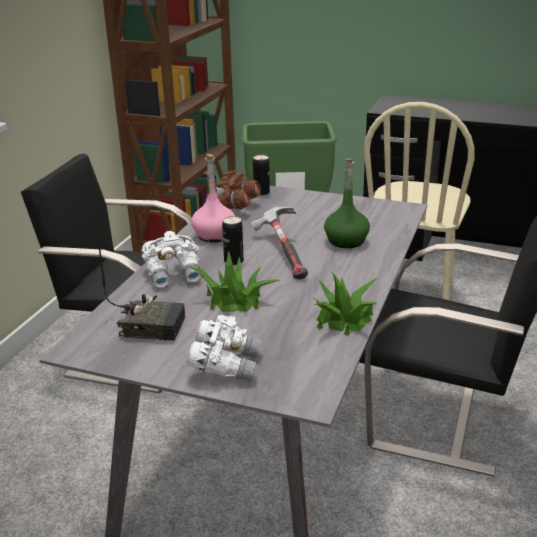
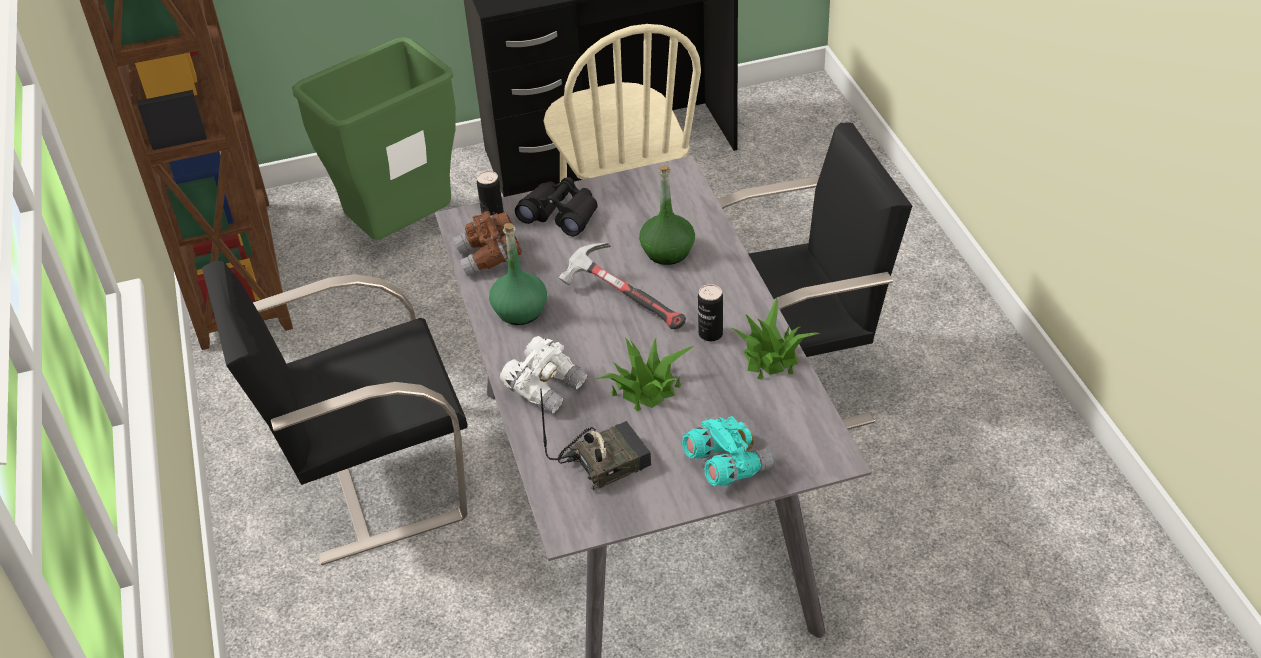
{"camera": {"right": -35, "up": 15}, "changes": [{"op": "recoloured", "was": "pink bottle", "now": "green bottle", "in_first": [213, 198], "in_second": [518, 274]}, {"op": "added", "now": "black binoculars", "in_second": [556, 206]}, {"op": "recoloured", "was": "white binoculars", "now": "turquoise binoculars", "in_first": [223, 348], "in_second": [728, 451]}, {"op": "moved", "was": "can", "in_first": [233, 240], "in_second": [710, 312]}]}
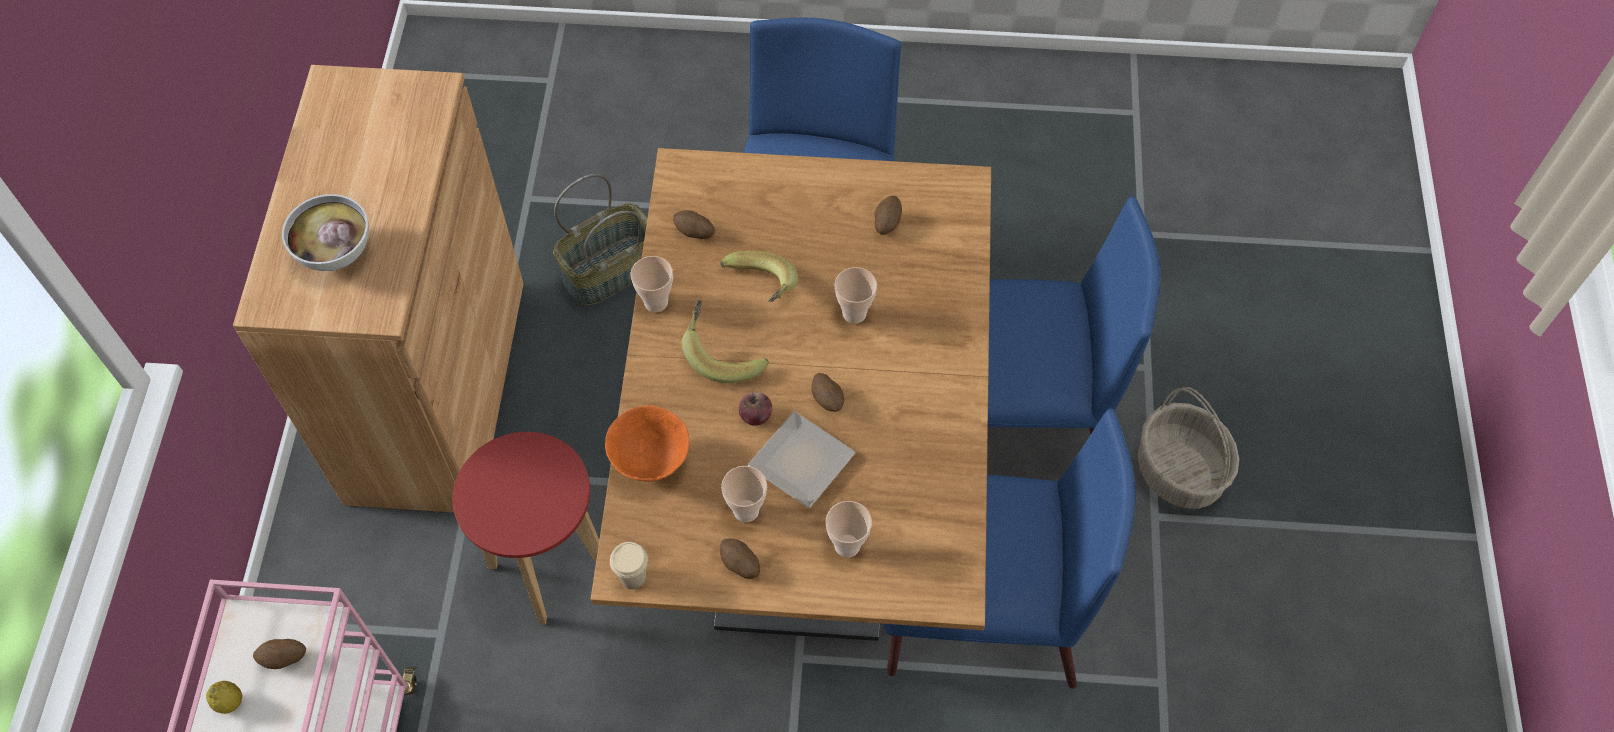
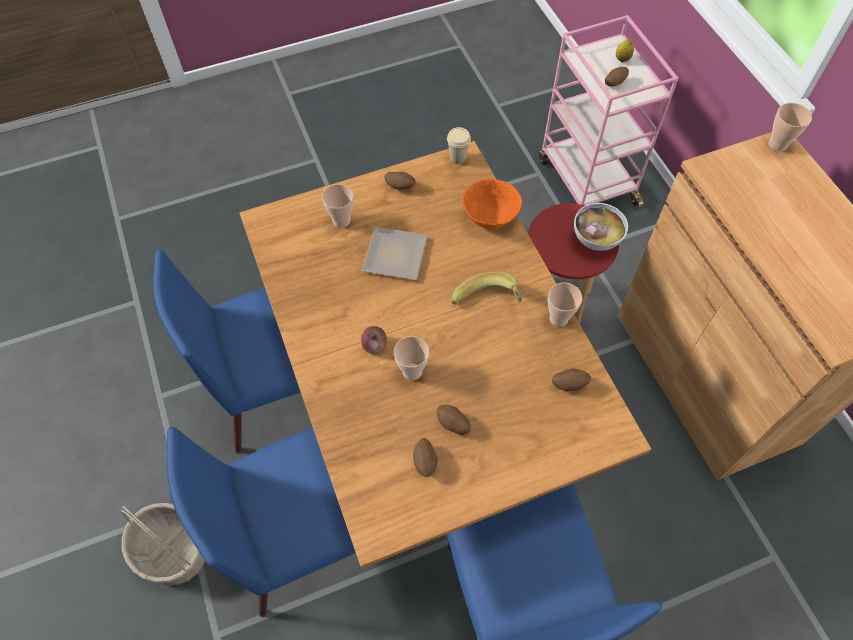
{"camera": {"right": 155, "up": 0}, "changes": [{"op": "moved", "was": "apple", "in_first": [755, 409], "in_second": [374, 340]}, {"op": "moved", "was": "potato", "in_first": [827, 392], "in_second": [454, 419]}, {"op": "moved", "was": "bowl", "in_first": [325, 232], "in_second": [601, 227]}, {"op": "moved", "was": "cup", "in_first": [744, 494], "in_second": [790, 127]}, {"op": "removed", "was": "basket", "in_first": [600, 240]}, {"op": "removed", "was": "banana", "in_first": [759, 276]}]}
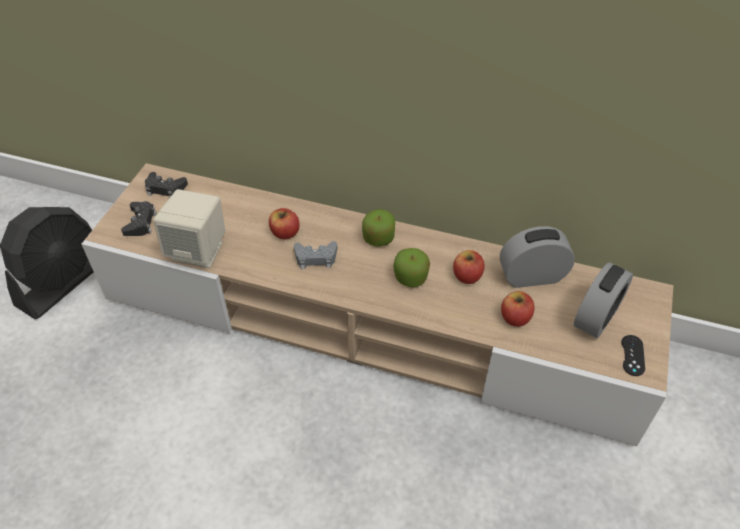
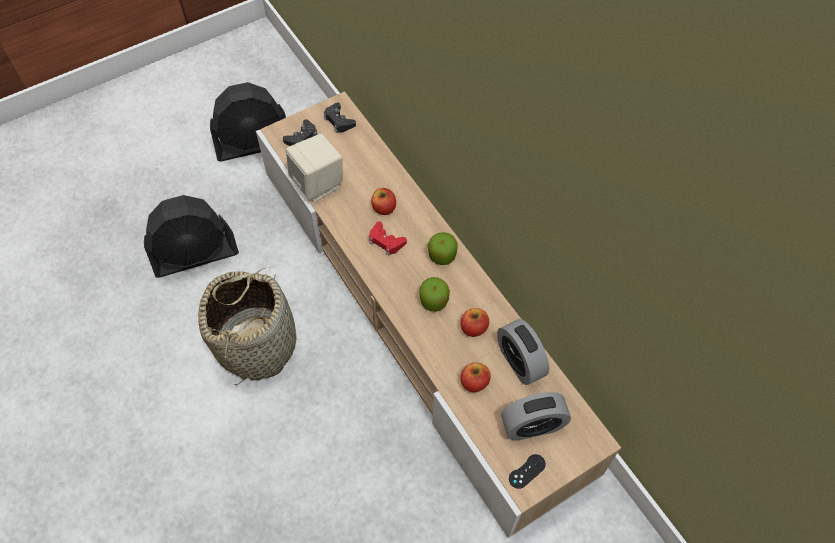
{"camera": {"right": 40, "up": 10}, "changes": [{"op": "added", "now": "black fan", "in_second": [191, 236]}, {"op": "added", "now": "basket", "in_second": [247, 326]}, {"op": "recoloured", "was": "grey game controller", "now": "red game controller", "in_first": [315, 255], "in_second": [388, 238]}, {"op": "turned", "was": "alarm clock", "in_first": [537, 257], "in_second": [523, 352], "clockwise": -150}]}
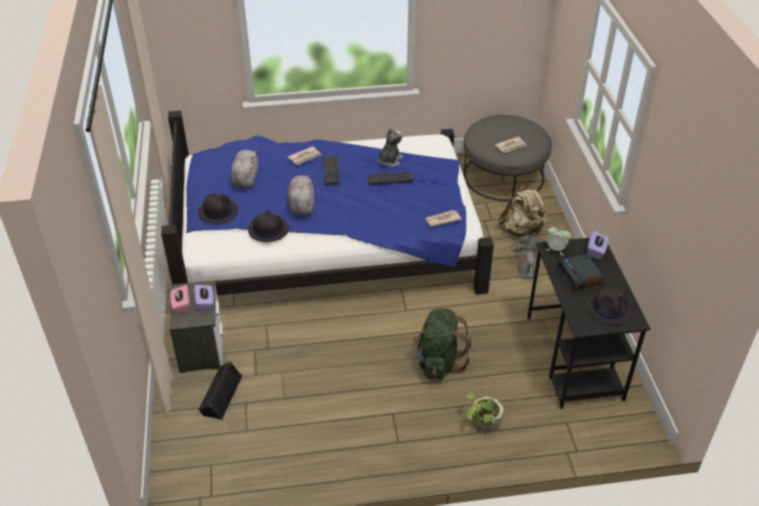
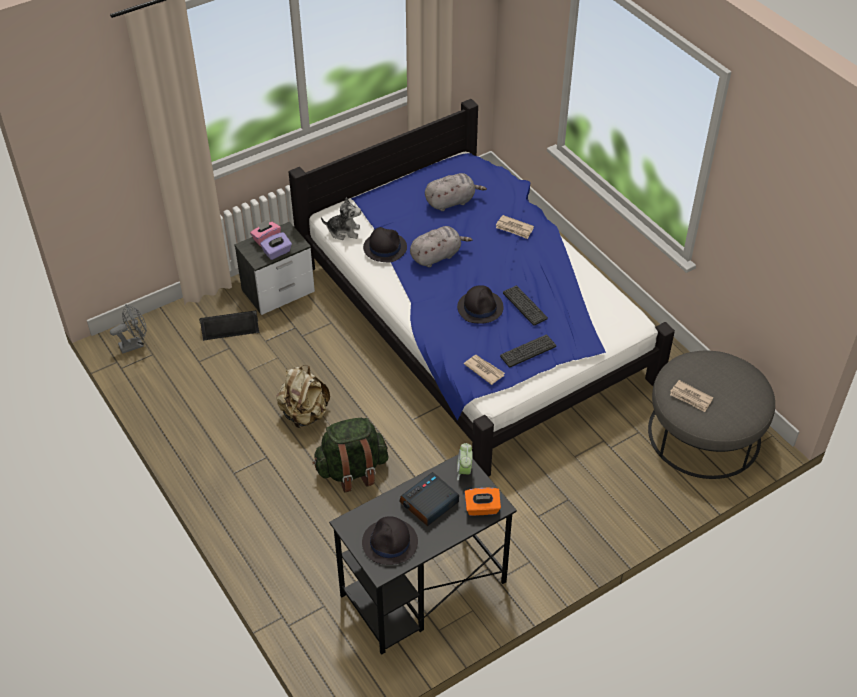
{"camera": {"right": 65, "up": 5}, "changes": [{"op": "moved", "was": "grey fan", "in_first": [528, 257], "in_second": [128, 329]}, {"op": "moved", "was": "beige backpack", "in_first": [523, 210], "in_second": [303, 396]}, {"op": "moved", "was": "plush toy", "in_first": [390, 147], "in_second": [341, 218]}, {"op": "moved", "was": "black hat", "in_first": [218, 208], "in_second": [480, 304]}, {"op": "recoloured", "was": "purple tissue box", "now": "orange tissue box", "in_first": [598, 245], "in_second": [482, 502]}, {"op": "moved", "was": "keyboard", "in_first": [331, 170], "in_second": [528, 351]}, {"op": "removed", "was": "potted plant", "in_first": [485, 410]}]}
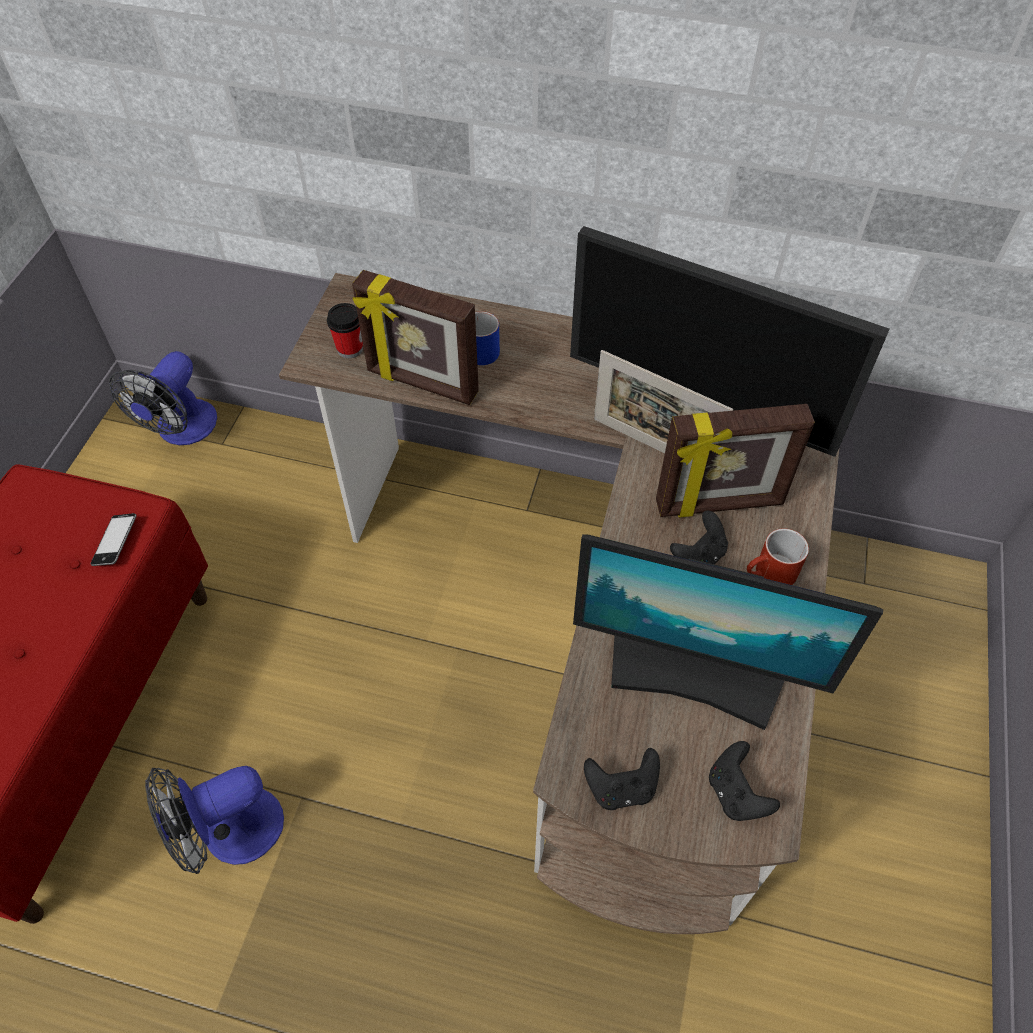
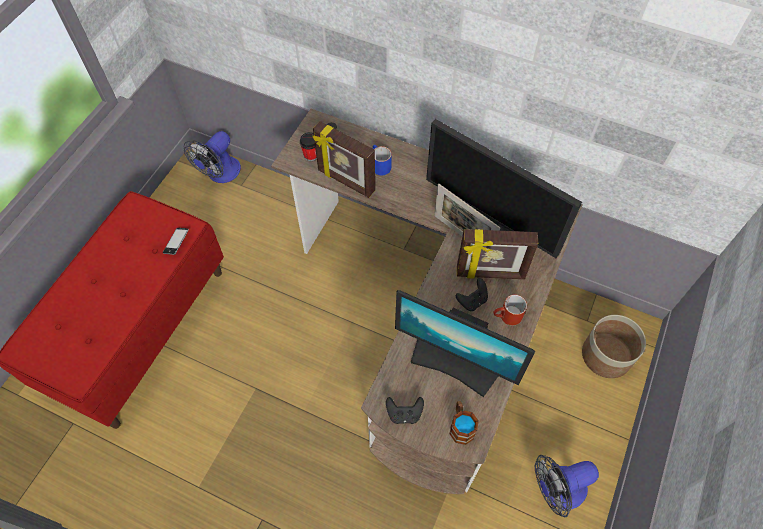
{"camera": {"right": 10, "up": 5}, "changes": [{"op": "replaced", "was": "black game controller", "now": "mug", "in_first": [744, 781], "in_second": [464, 423]}, {"op": "moved", "was": "fan", "in_first": [214, 820], "in_second": [567, 486]}, {"op": "added", "now": "planter", "in_second": [614, 346]}]}
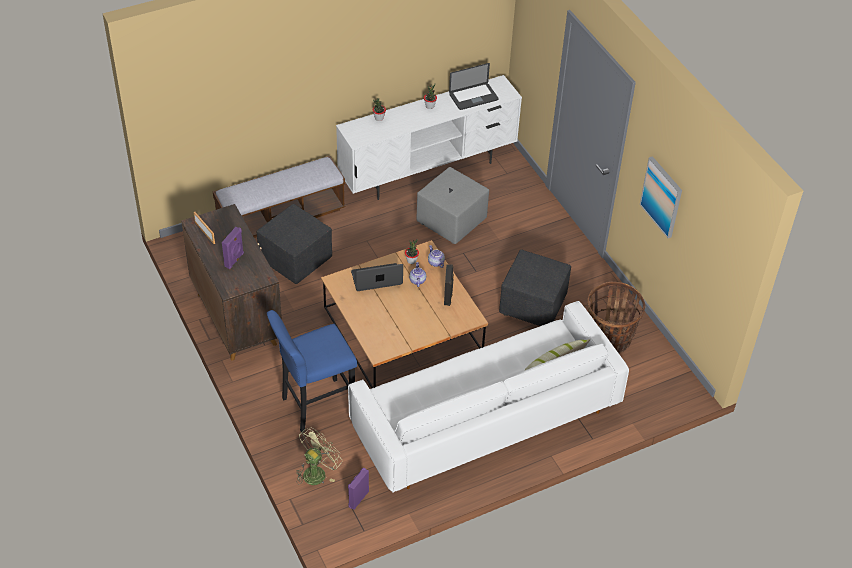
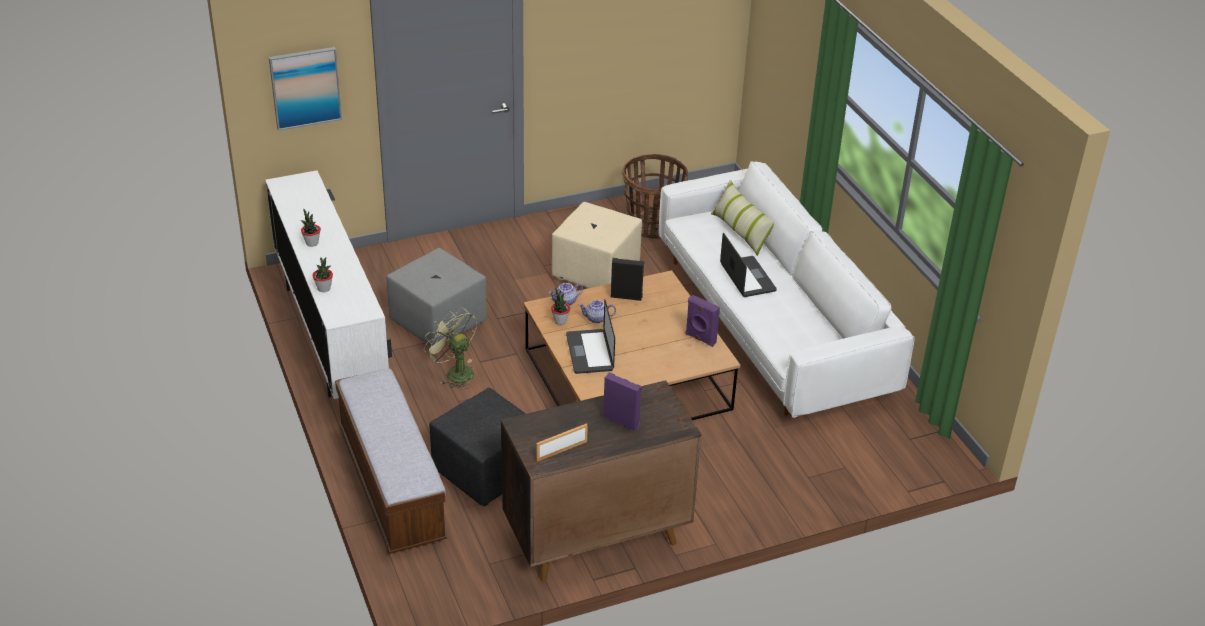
{"camera": {"right": -85, "up": -10}, "changes": [{"op": "moved", "was": "picture", "in_first": [661, 197], "in_second": [305, 89]}, {"op": "moved", "was": "green fan", "in_first": [319, 456], "in_second": [450, 348]}, {"op": "recoloured", "was": "black ottoman", "now": "beige ottoman", "in_first": [535, 287], "in_second": [597, 245]}, {"op": "moved", "was": "purple speaker", "in_first": [358, 489], "in_second": [702, 321]}, {"op": "moved", "was": "laptop", "in_first": [474, 86], "in_second": [748, 264]}, {"op": "removed", "was": "blue stool", "in_first": [312, 371]}]}
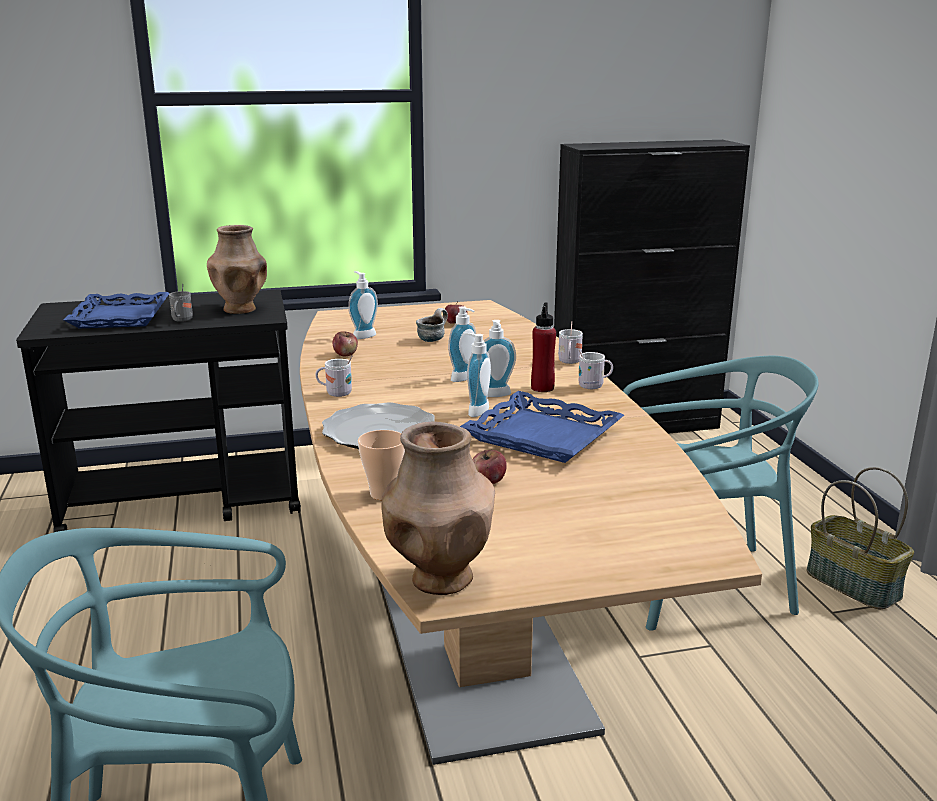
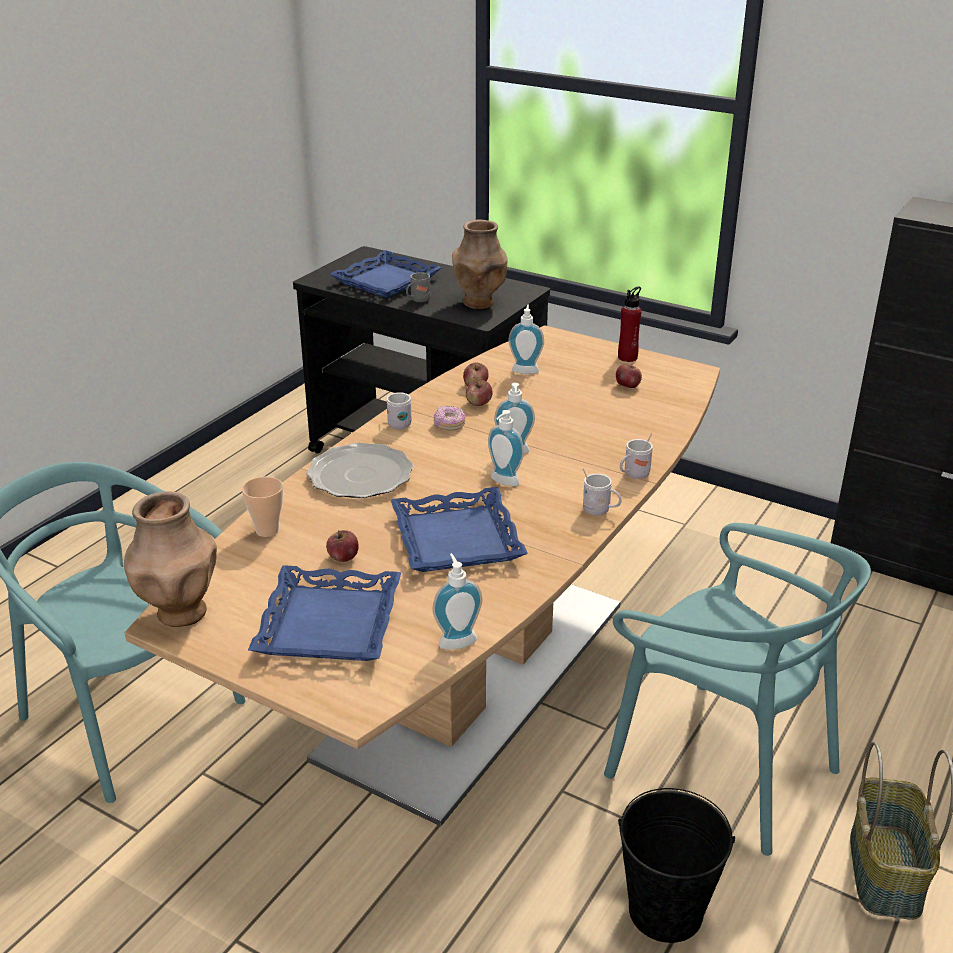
{"camera": {"right": 45, "up": 10}, "changes": [{"op": "added", "now": "blue tray", "in_second": [324, 613]}, {"op": "moved", "was": "soap dispenser", "in_first": [477, 375], "in_second": [457, 601]}, {"op": "added", "now": "donut", "in_second": [450, 418]}, {"op": "added", "now": "apple", "in_second": [479, 393]}, {"op": "moved", "was": "red bottle", "in_first": [543, 347], "in_second": [629, 324]}, {"op": "added", "now": "black bucket", "in_second": [676, 865]}, {"op": "removed", "was": "mug", "in_first": [432, 325]}]}
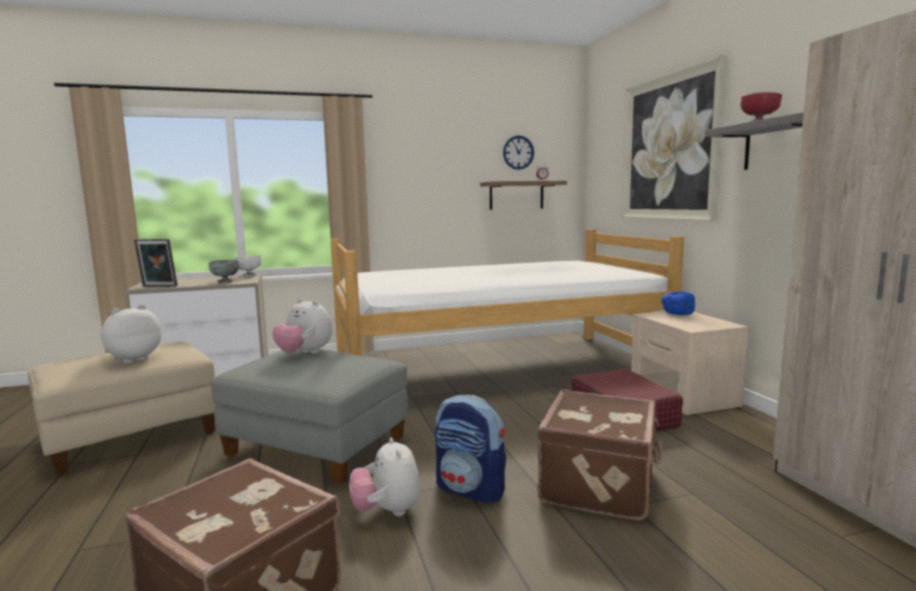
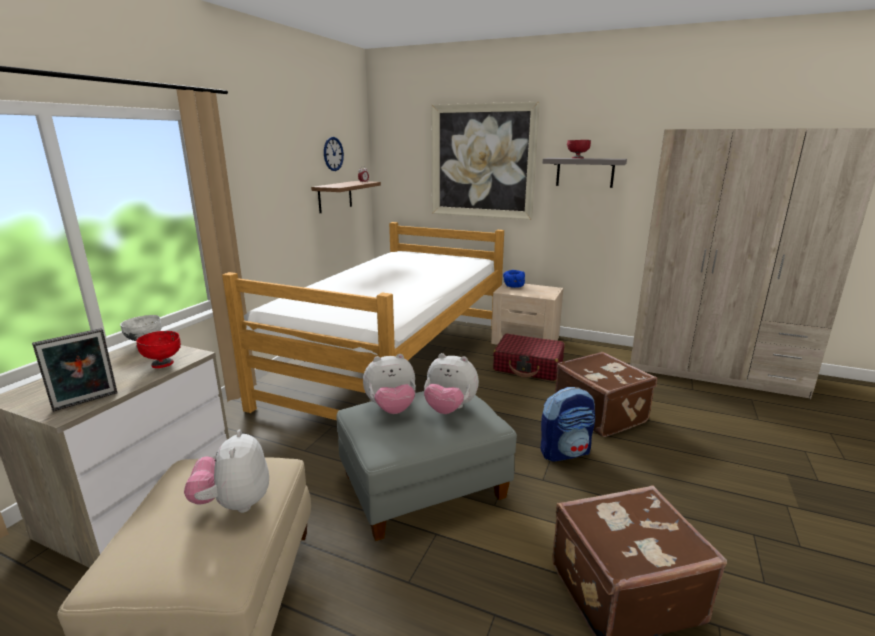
{"camera": {"right": -50, "up": 10}, "changes": [{"op": "recoloured", "was": "grey bowl", "now": "red bowl", "in_first": [224, 271], "in_second": [158, 349]}, {"op": "moved", "was": "plush toy", "in_first": [385, 476], "in_second": [451, 383]}]}
